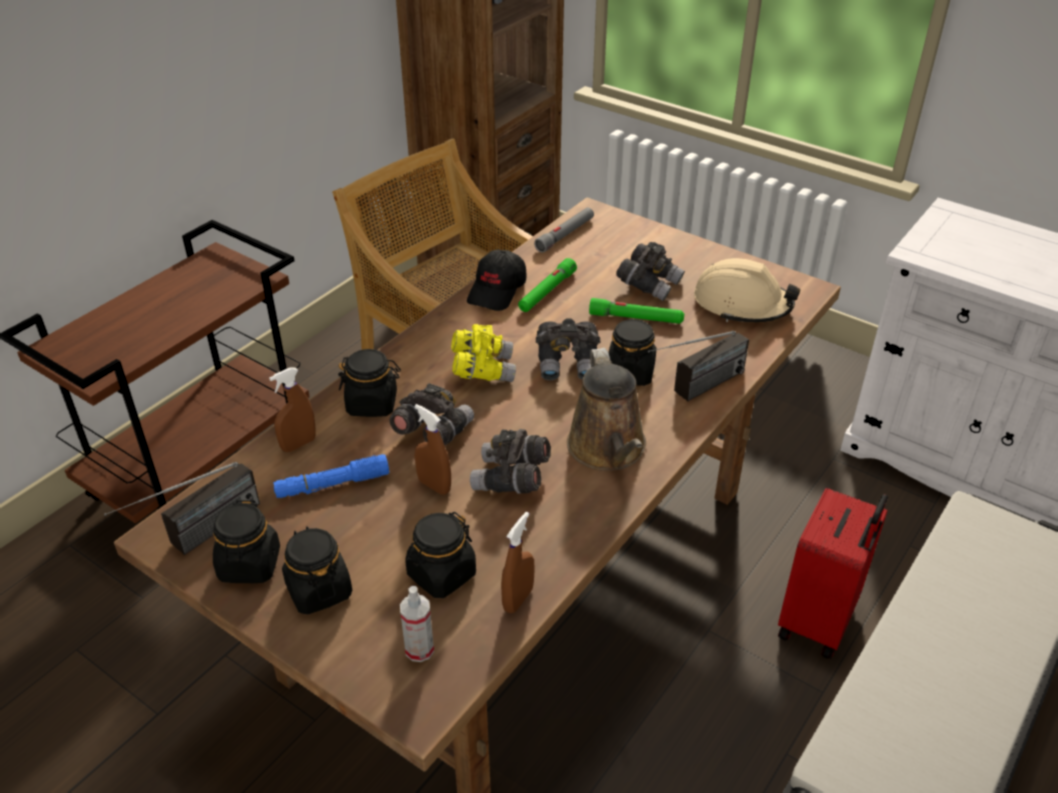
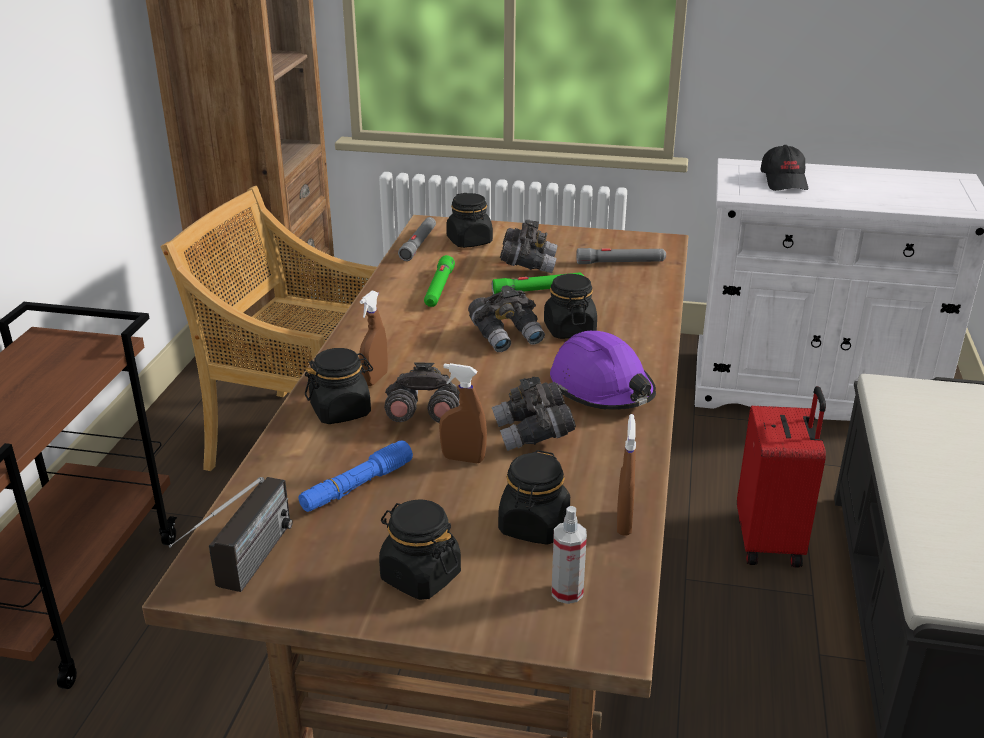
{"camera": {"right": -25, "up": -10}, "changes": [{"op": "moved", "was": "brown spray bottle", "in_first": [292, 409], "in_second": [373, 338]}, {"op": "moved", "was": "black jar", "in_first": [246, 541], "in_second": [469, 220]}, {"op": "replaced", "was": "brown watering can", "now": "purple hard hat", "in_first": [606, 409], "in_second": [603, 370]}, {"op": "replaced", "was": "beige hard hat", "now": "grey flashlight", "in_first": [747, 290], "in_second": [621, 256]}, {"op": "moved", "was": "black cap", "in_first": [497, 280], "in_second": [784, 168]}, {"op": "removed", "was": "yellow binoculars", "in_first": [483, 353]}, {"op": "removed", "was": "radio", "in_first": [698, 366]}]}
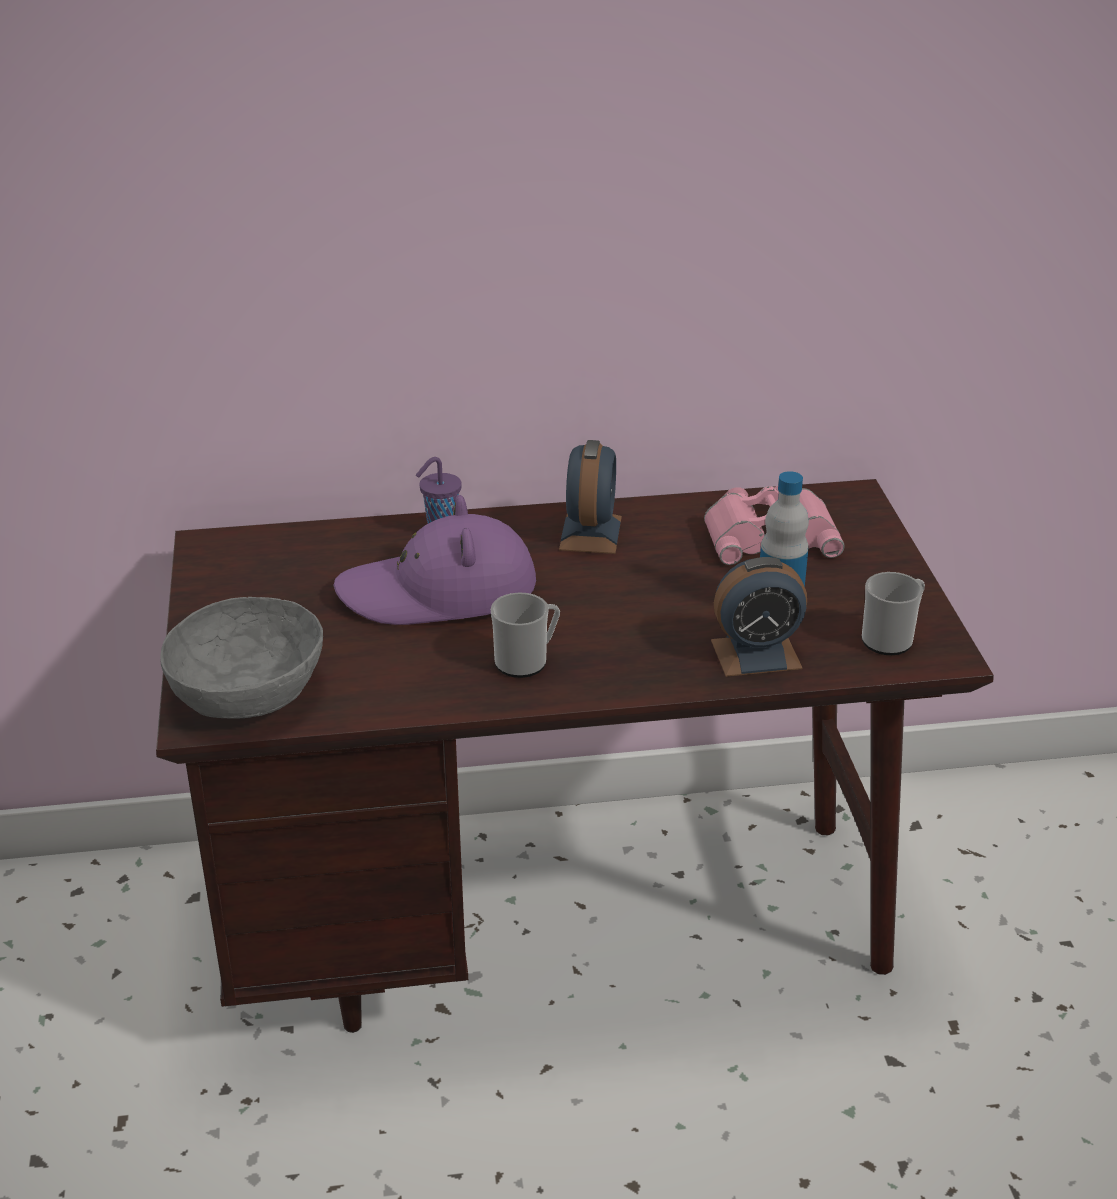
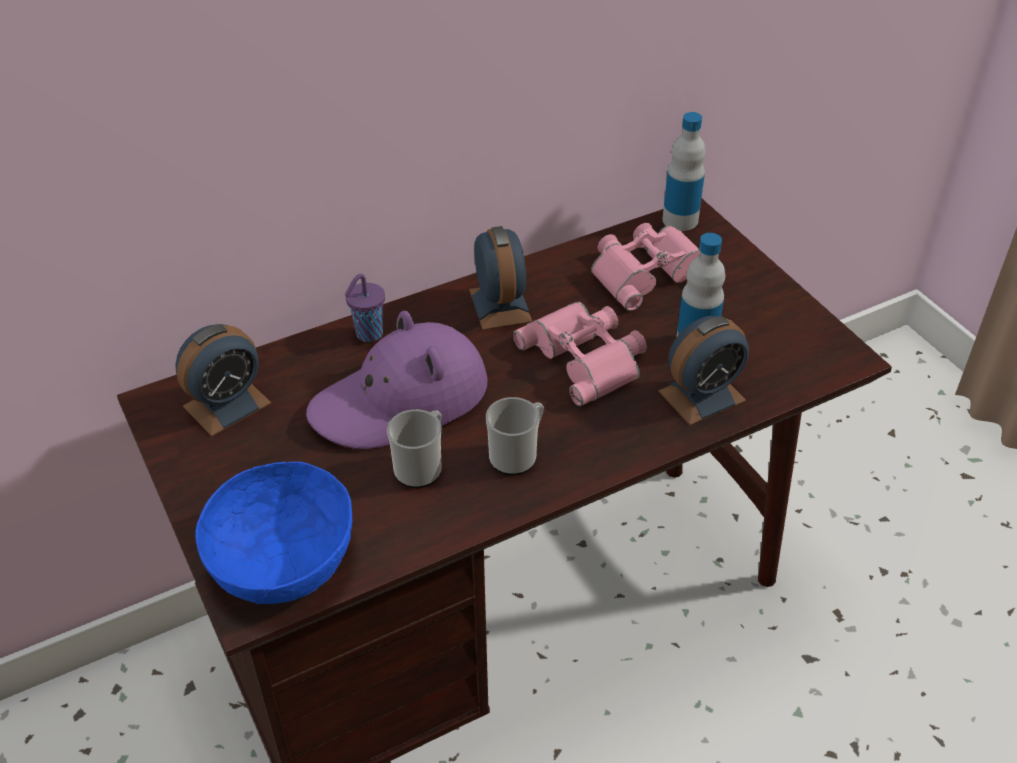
{"camera": {"right": -20, "up": 10}, "changes": [{"op": "added", "now": "alarm clock", "in_second": [223, 380]}, {"op": "recoloured", "was": "grey bowl", "now": "blue bowl", "in_first": [241, 658], "in_second": [273, 533]}, {"op": "moved", "was": "mug", "in_first": [893, 613], "in_second": [414, 448]}, {"op": "added", "now": "pink binoculars", "in_second": [580, 354]}, {"op": "added", "now": "bottle", "in_second": [684, 171]}]}
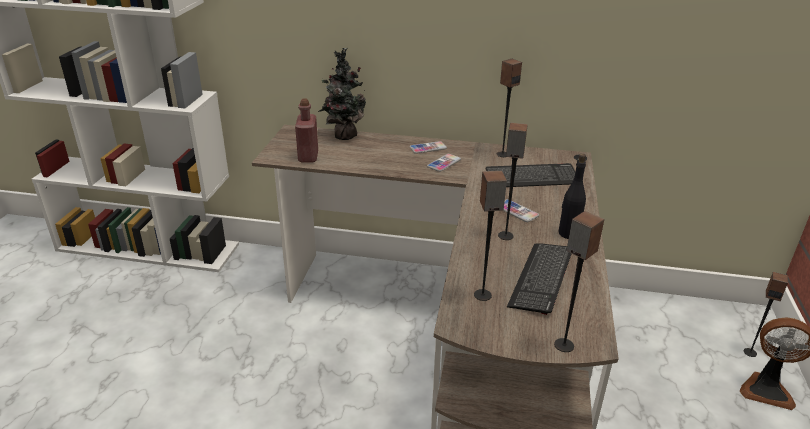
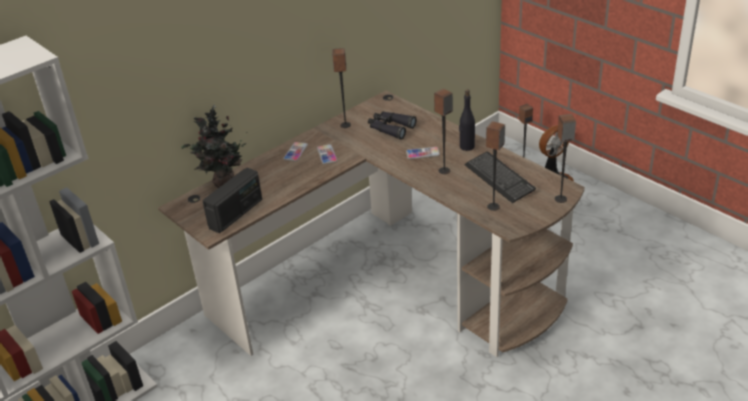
{"camera": {"right": -50, "up": 5}, "changes": [{"op": "replaced", "was": "red bottle", "now": "radio", "in_first": [306, 130], "in_second": [232, 200]}, {"op": "replaced", "was": "keyboard", "now": "black binoculars", "in_first": [530, 175], "in_second": [392, 125]}]}
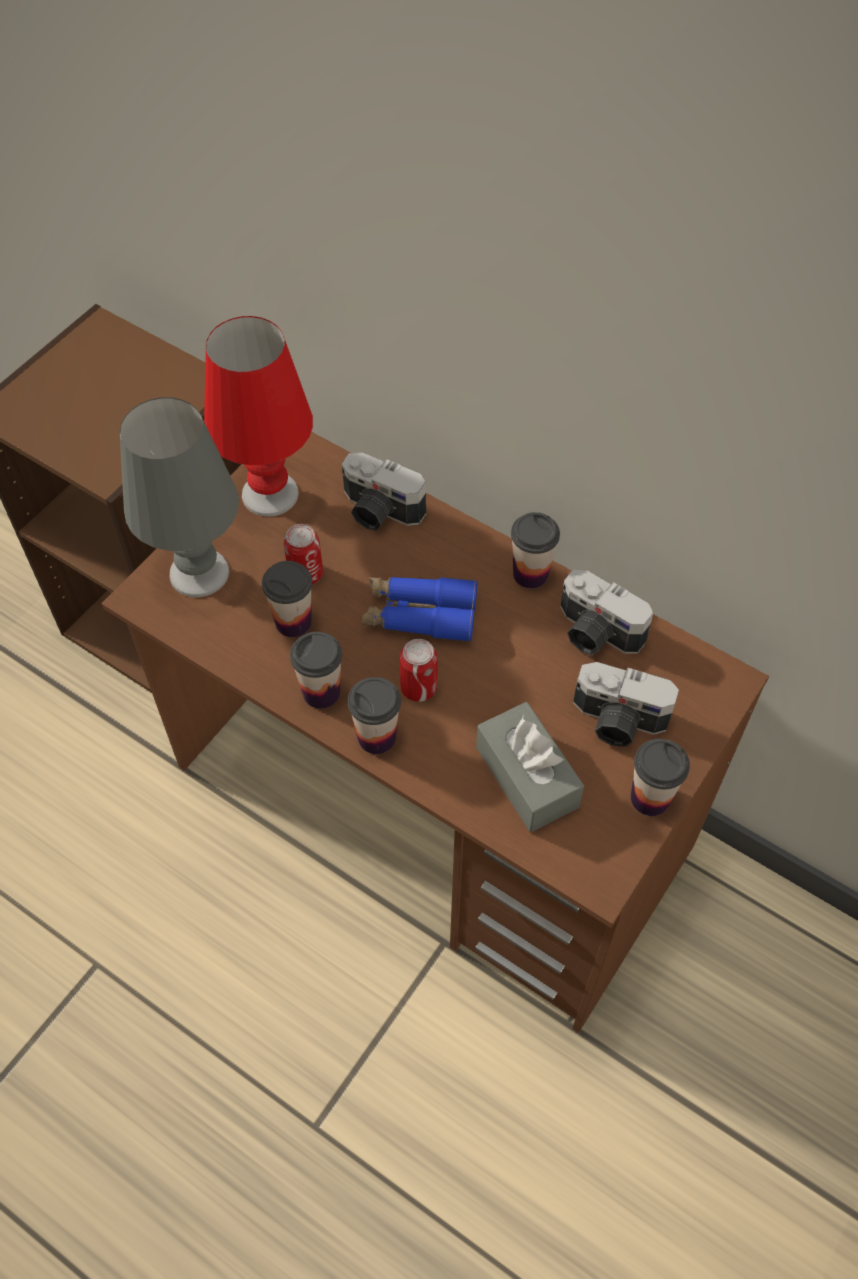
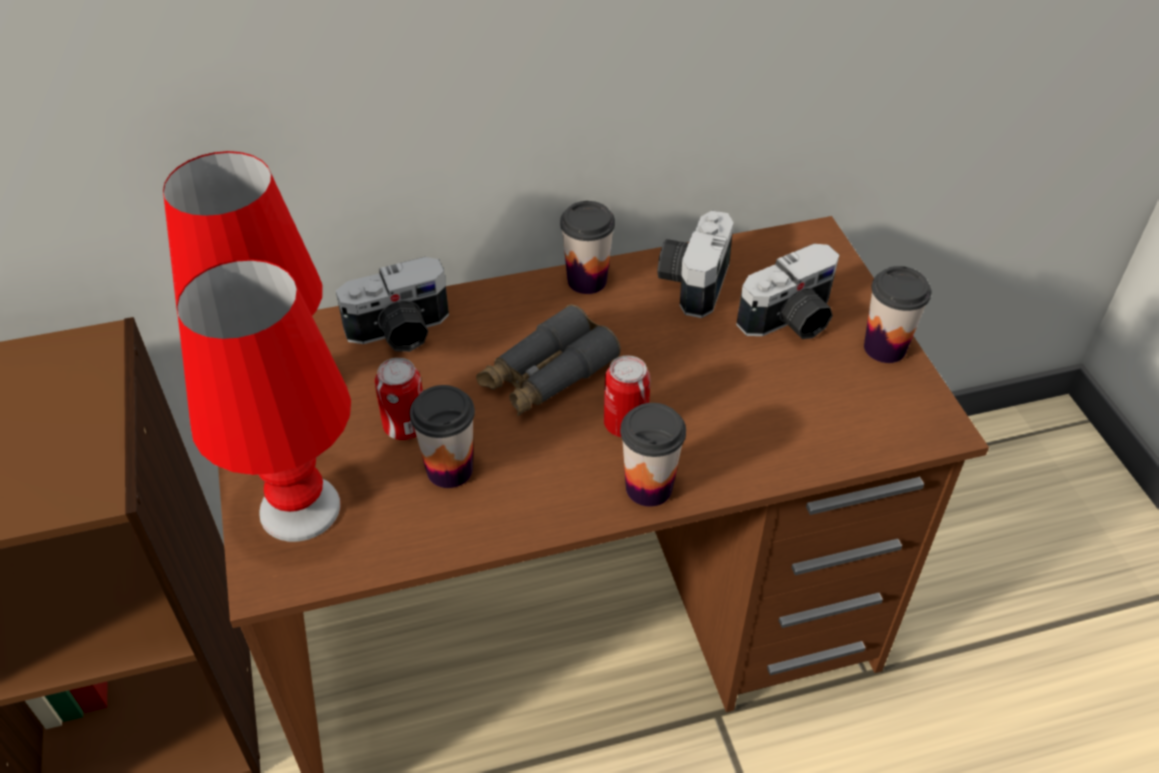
{"camera": {"right": -50, "up": -10}, "changes": [{"op": "recoloured", "was": "grey table lamp", "now": "red table lamp", "in_first": [179, 497], "in_second": [264, 400]}, {"op": "recoloured", "was": "blue binoculars", "now": "grey binoculars", "in_first": [419, 609], "in_second": [548, 360]}, {"op": "turned", "was": "photo camera", "in_first": [607, 613], "in_second": [695, 264], "clockwise": 120}, {"op": "removed", "was": "cup", "in_first": [316, 670]}, {"op": "removed", "was": "grey tissue box", "in_first": [530, 767]}]}
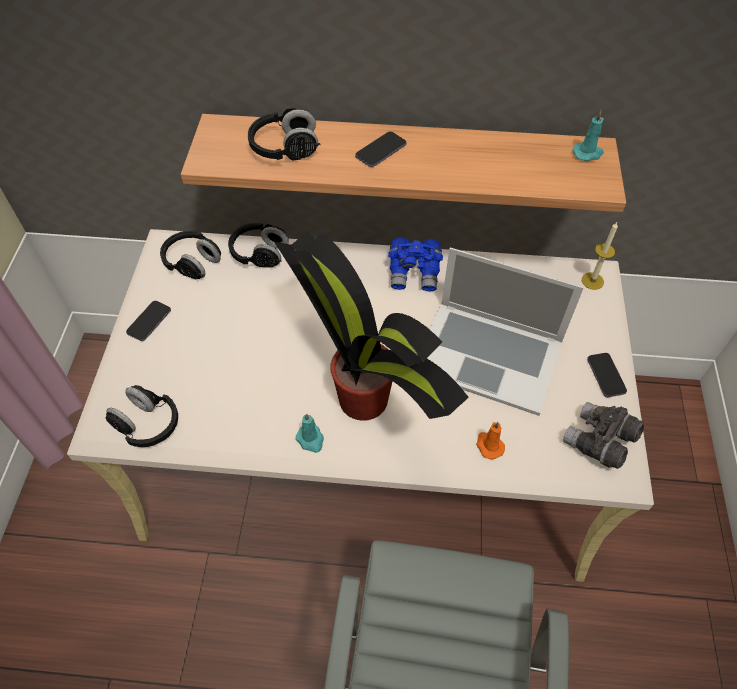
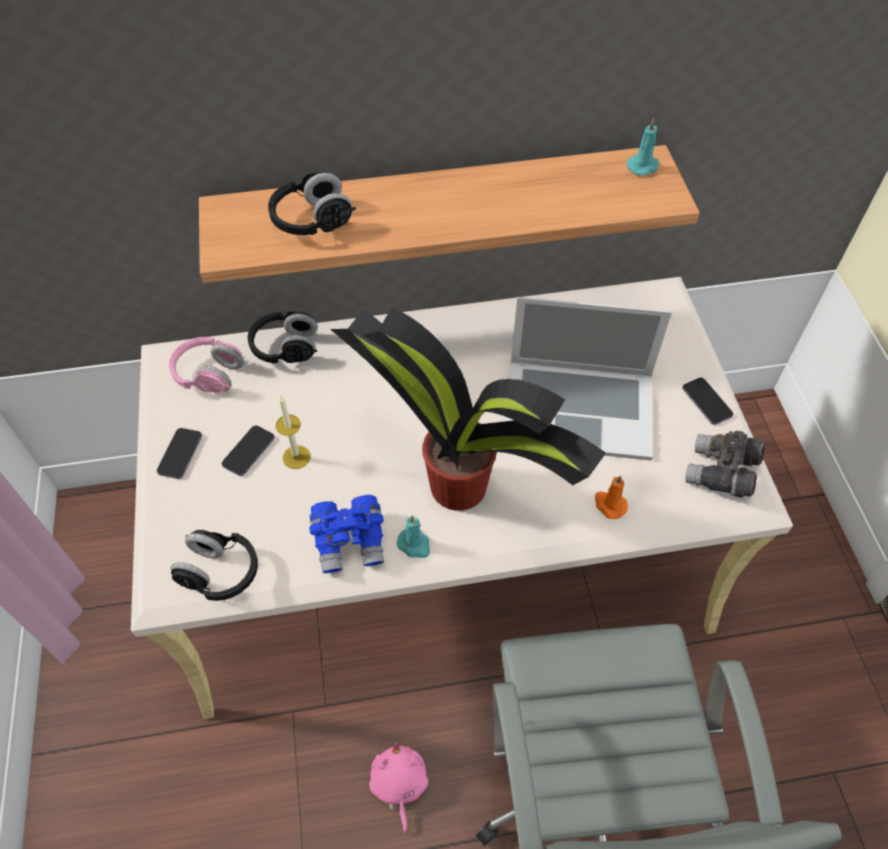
{"camera": {"right": -15, "up": 0}, "changes": [{"op": "recoloured", "was": "black headphones", "now": "pink headphones", "in_first": [190, 255], "in_second": [206, 365]}, {"op": "moved", "was": "phone", "in_first": [380, 149], "in_second": [248, 450]}, {"op": "moved", "was": "candle", "in_first": [600, 256], "in_second": [293, 432]}, {"op": "moved", "was": "blue binoculars", "in_first": [415, 264], "in_second": [346, 534]}, {"op": "added", "now": "pink plush toy", "in_second": [398, 787]}]}
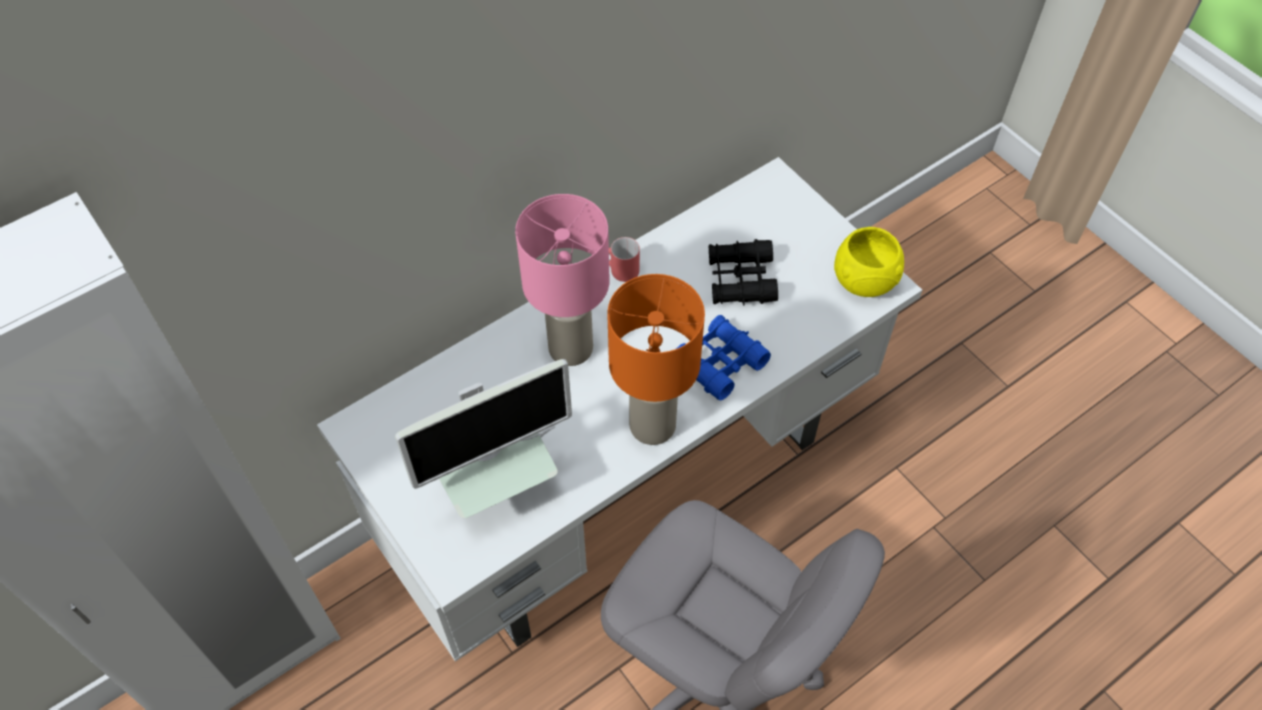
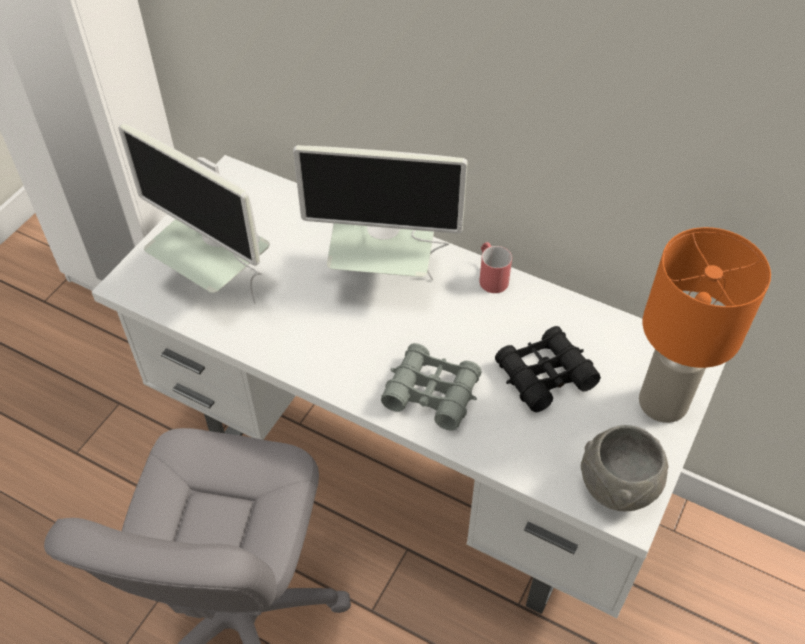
{"camera": {"right": 65, "up": -5}, "changes": [{"op": "replaced", "was": "pink table lamp", "now": "monitor", "in_first": [562, 280], "in_second": [380, 212]}, {"op": "recoloured", "was": "blue binoculars", "now": "grey binoculars", "in_first": [723, 357], "in_second": [431, 387]}, {"op": "recoloured", "was": "yellow bowl", "now": "grey bowl", "in_first": [869, 262], "in_second": [625, 468]}, {"op": "moved", "was": "orange table lamp", "in_first": [656, 359], "in_second": [705, 325]}]}
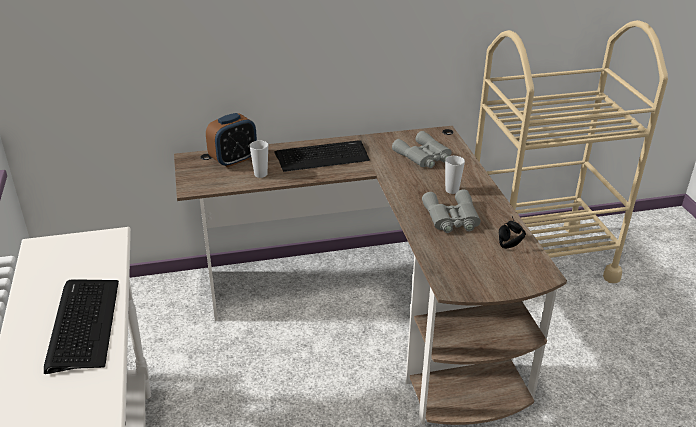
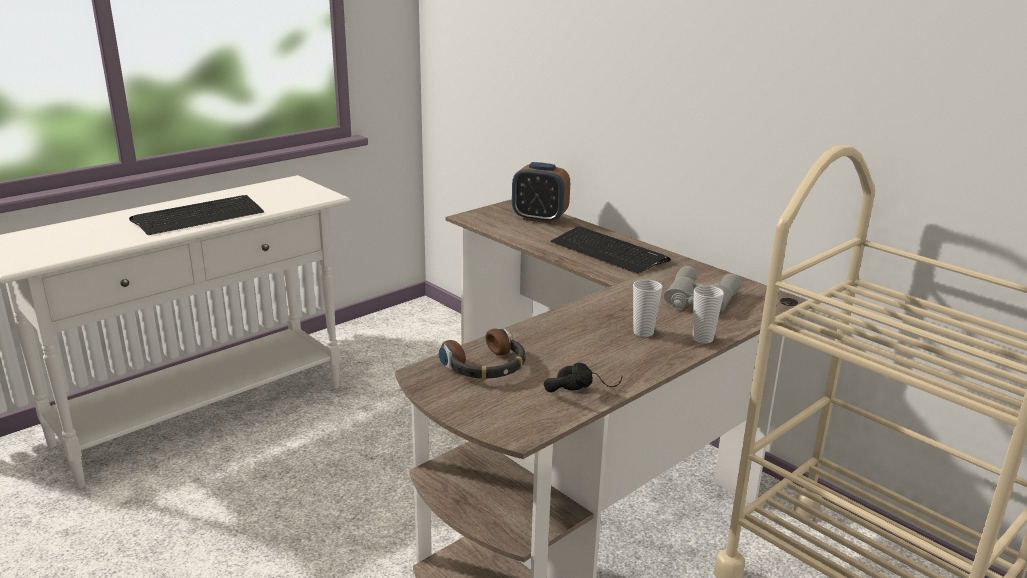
{"camera": {"right": 60, "up": -10}, "changes": [{"op": "added", "now": "headphones", "in_second": [482, 354]}, {"op": "moved", "was": "cup", "in_first": [258, 159], "in_second": [708, 314]}, {"op": "removed", "was": "grey binoculars", "in_first": [451, 211]}]}
